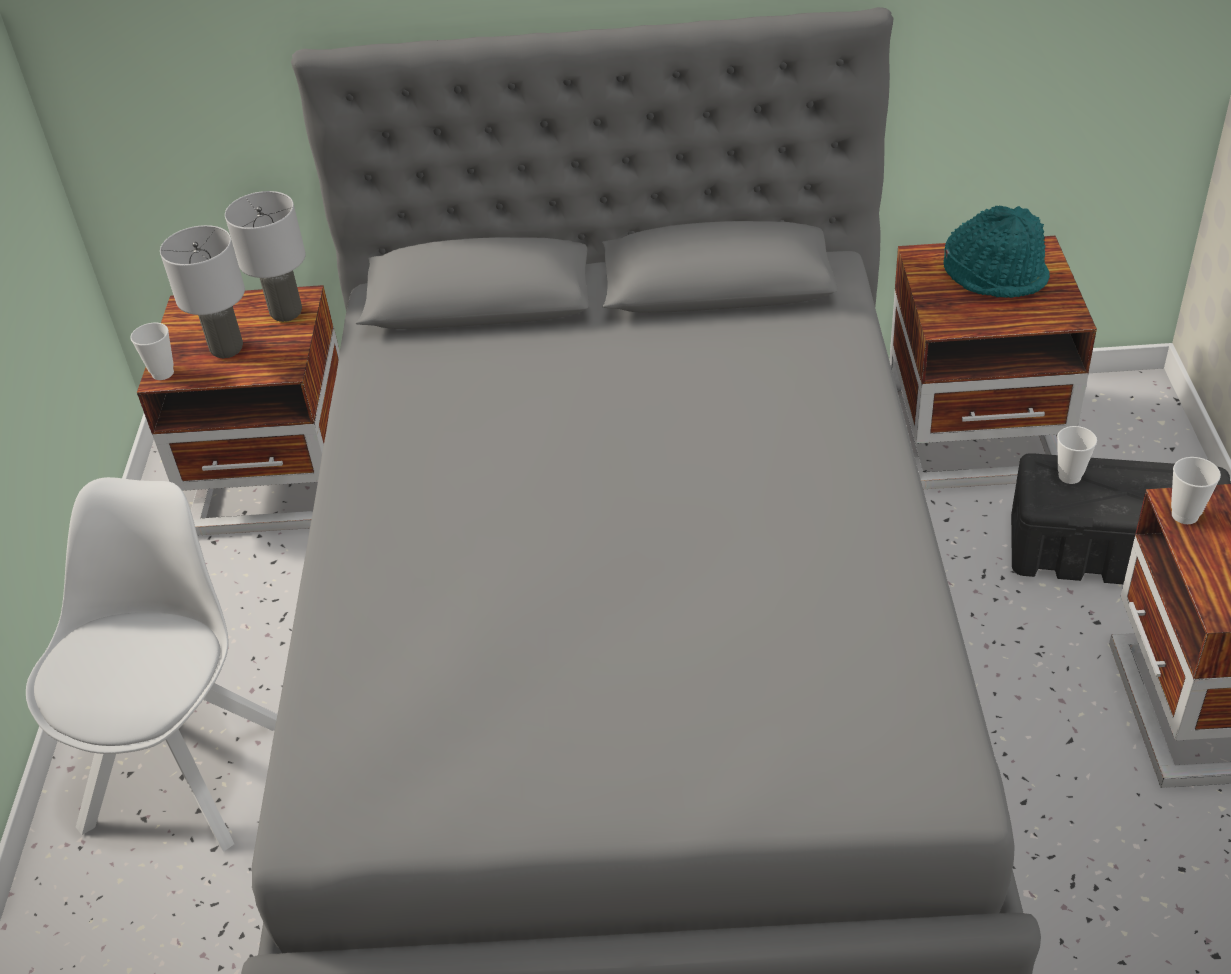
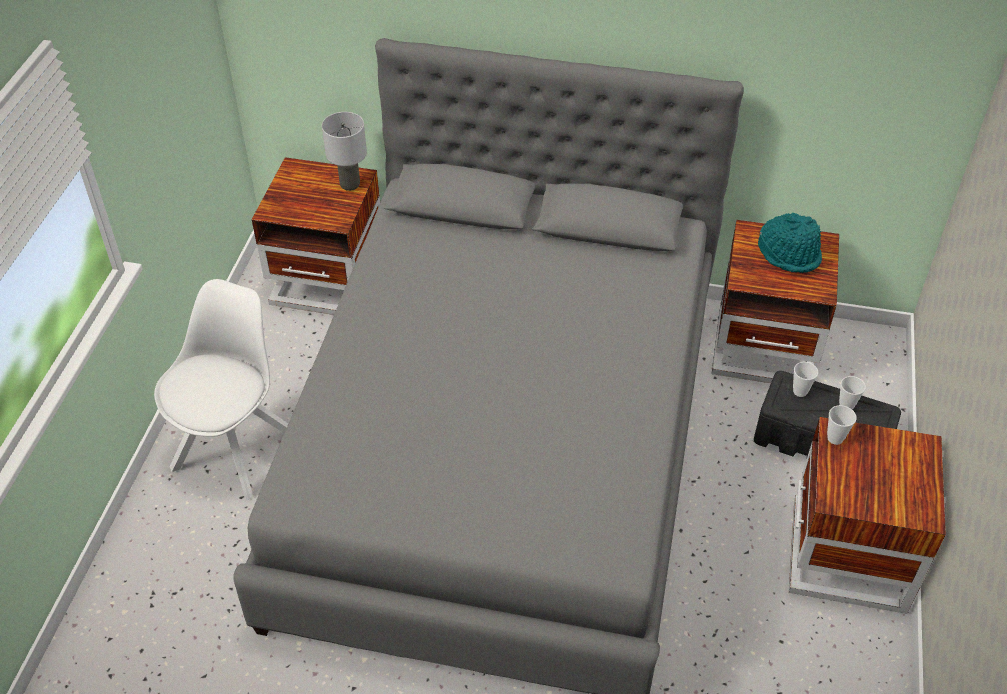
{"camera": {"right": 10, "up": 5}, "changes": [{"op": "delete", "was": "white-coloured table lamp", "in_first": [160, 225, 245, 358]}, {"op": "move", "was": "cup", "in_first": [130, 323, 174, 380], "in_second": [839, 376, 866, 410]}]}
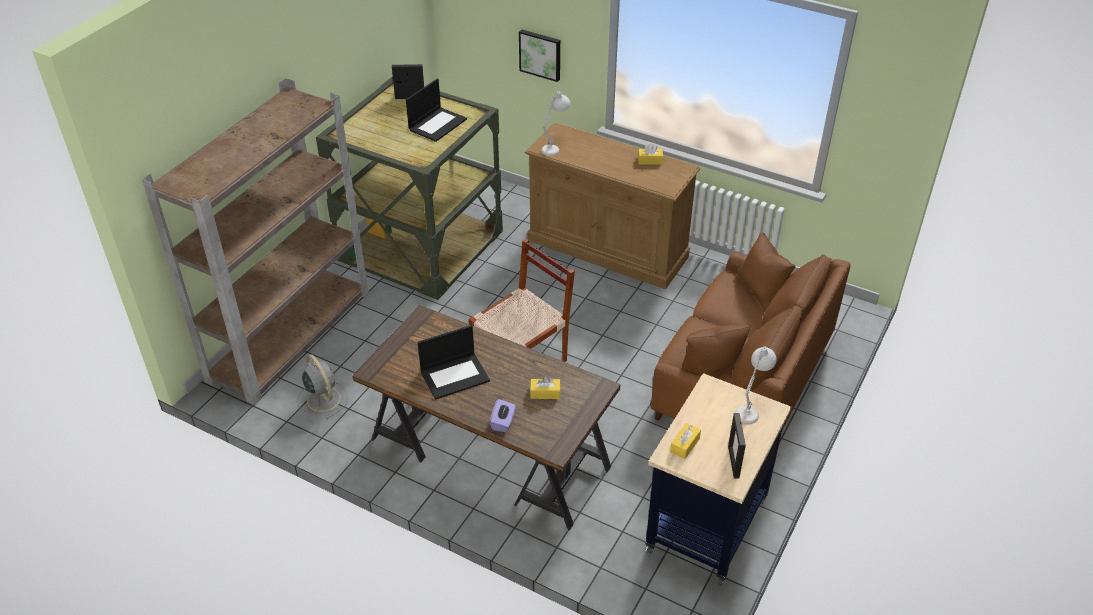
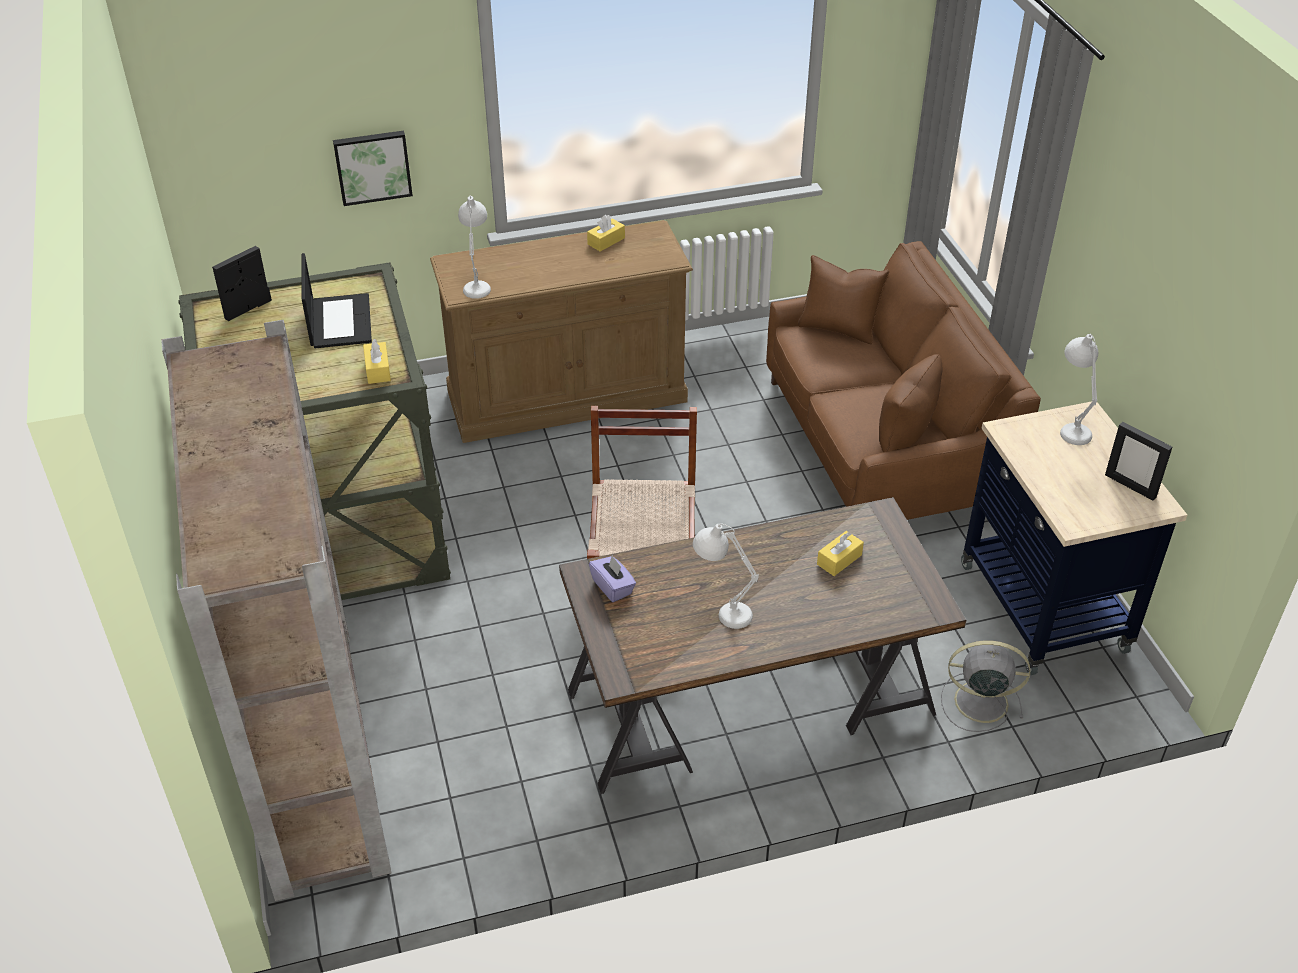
{"camera": {"right": -45, "up": 0}, "changes": [{"op": "replace", "was": "laptop", "now": "white-coloured table lamp", "in_first": [418, 325, 490, 400], "in_second": [693, 524, 759, 629]}, {"op": "move", "was": "greyish cooling fan", "in_first": [297, 354, 348, 419], "in_second": [941, 640, 1030, 732]}, {"op": "move", "was": "purplish tissue holder", "in_first": [490, 399, 516, 433], "in_second": [589, 555, 636, 602]}, {"op": "move", "was": "yellow tissue holder", "in_first": [670, 423, 701, 459], "in_second": [363, 339, 391, 384]}]}
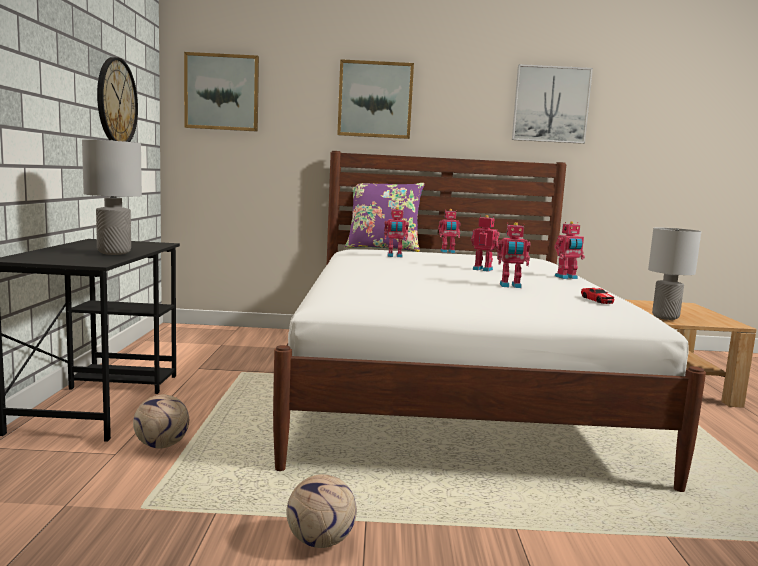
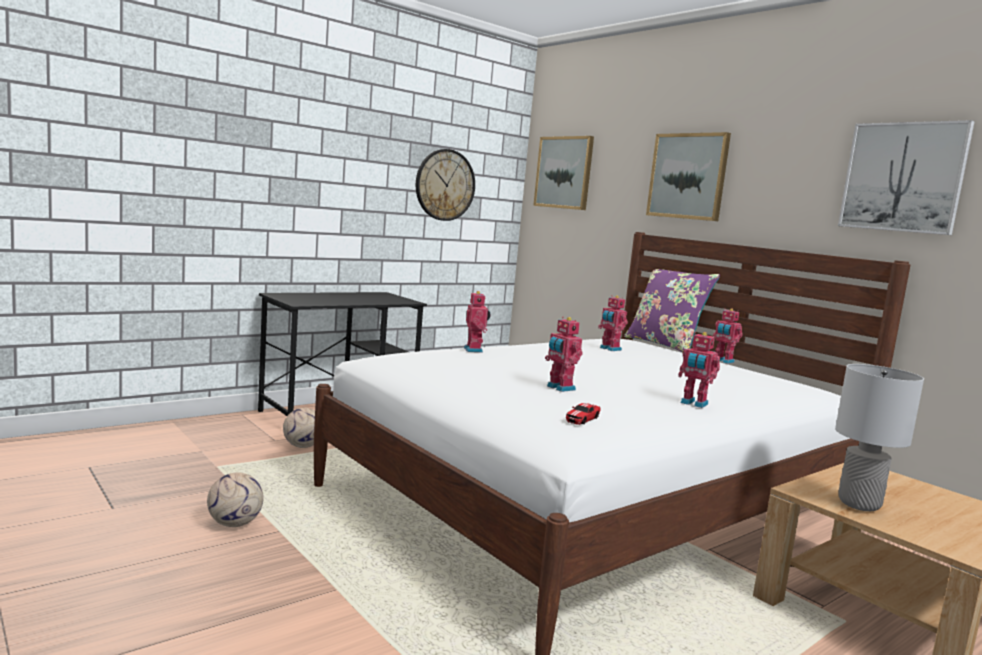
{"camera": {"right": 50, "up": 0}, "changes": [{"op": "delete", "was": "greyish table lamp", "in_first": [82, 139, 142, 255]}, {"op": "move", "was": "robot figure", "in_first": [471, 215, 500, 272], "in_second": [464, 291, 491, 353]}]}
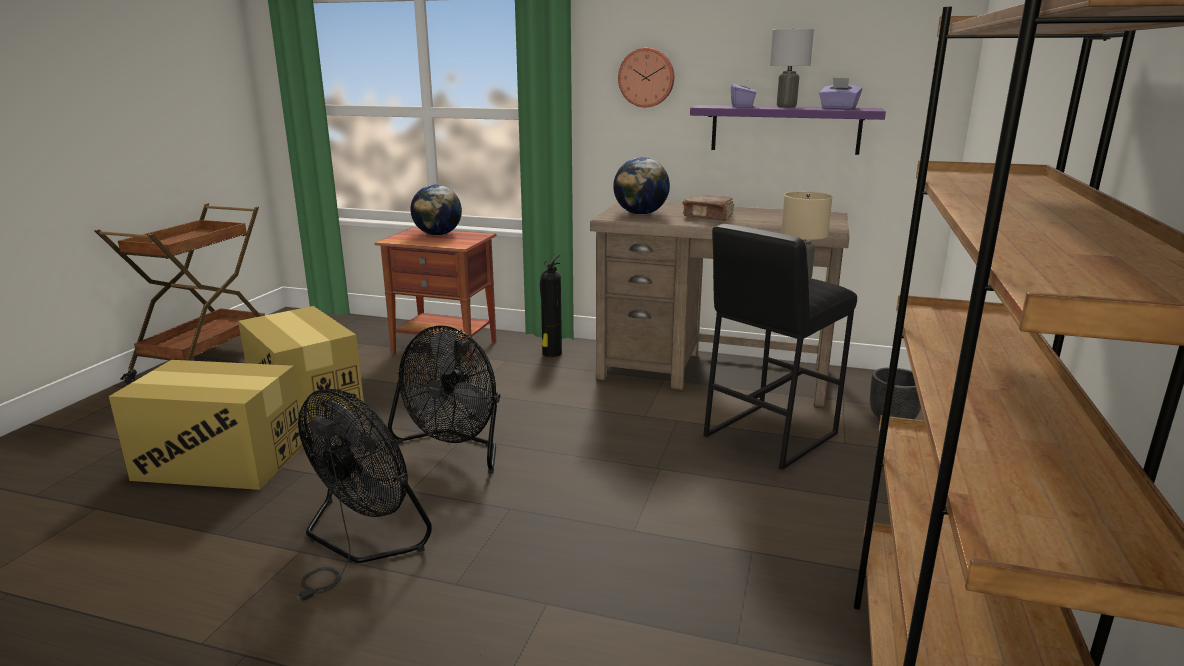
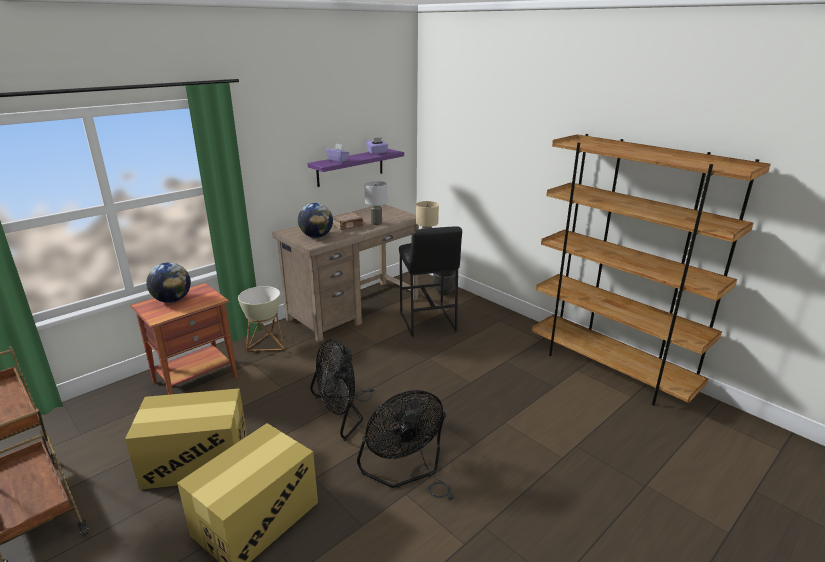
{"camera": {"right": -60, "up": 5}, "changes": [{"op": "move", "was": "white-coloured table lamp", "in_first": [770, 27, 814, 108], "in_second": [364, 181, 387, 225]}, {"op": "delete", "was": "clock on the wall", "in_first": [618, 48, 674, 107]}, {"op": "replace", "was": "fire extinguisher", "now": "plant pot", "in_first": [540, 255, 562, 357], "in_second": [238, 286, 285, 351]}, {"op": "rotate", "was": "blackish cooling fan", "in_first": [388, 325, 500, 474], "in_second": [310, 339, 375, 441], "clockwise": 90}]}
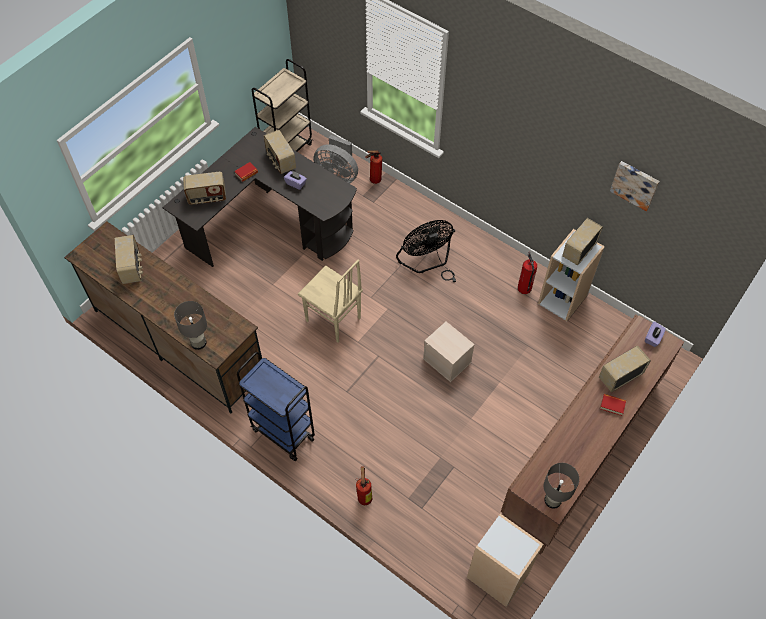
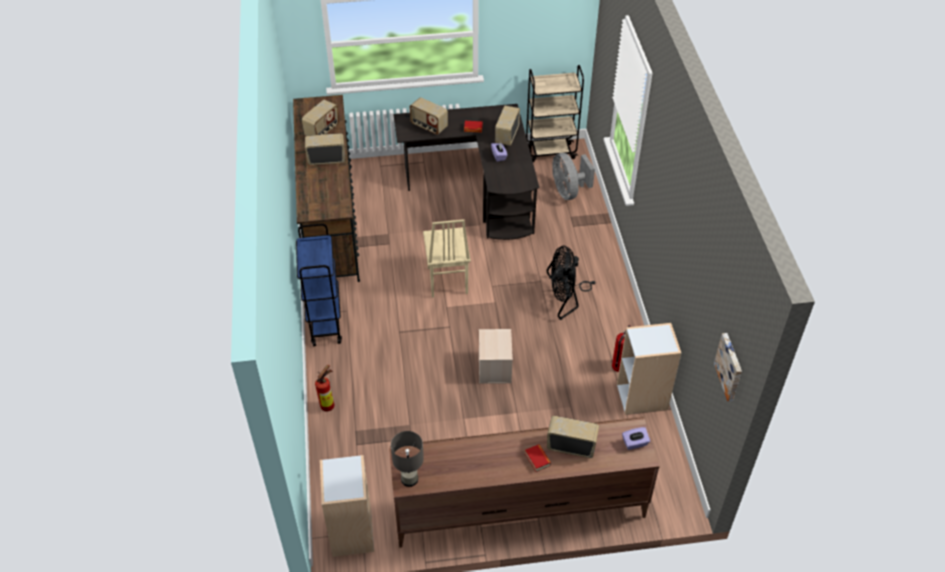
{"camera": {"right": 45, "up": -10}, "changes": [{"op": "delete", "was": "fire extinguisher", "in_first": [365, 150, 382, 184]}, {"op": "move", "was": "wall art", "in_first": [610, 161, 660, 211], "in_second": [714, 333, 742, 401]}, {"op": "move", "was": "radio receiver", "in_first": [562, 218, 603, 265], "in_second": [305, 133, 345, 165]}, {"op": "rotate", "was": "blackish cooling fan", "in_first": [396, 220, 456, 282], "in_second": [547, 246, 596, 320], "clockwise": -120}, {"op": "delete", "was": "greyish table lamp", "in_first": [174, 301, 207, 350]}]}
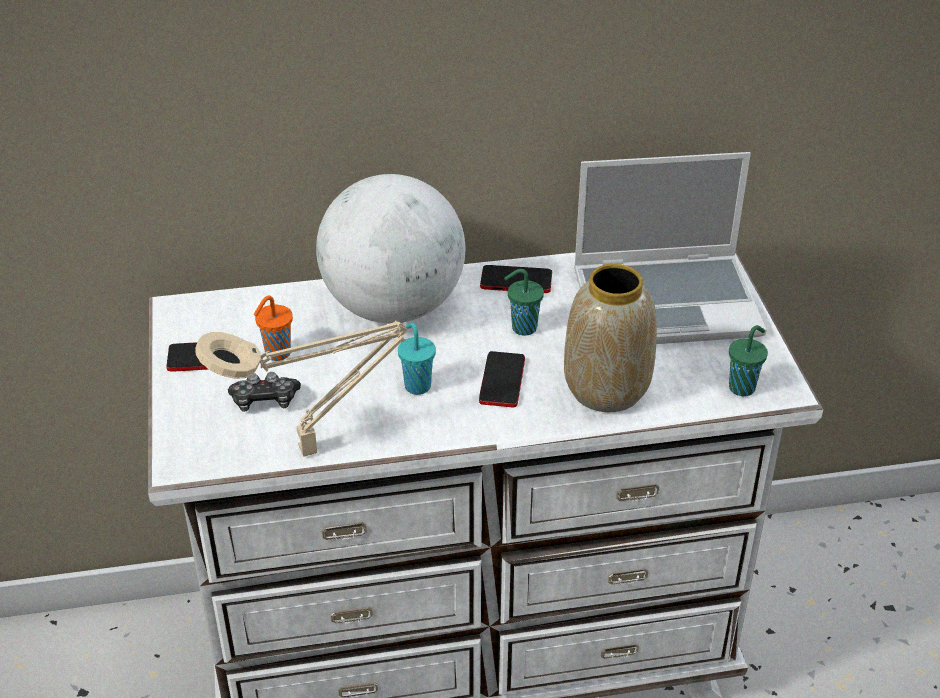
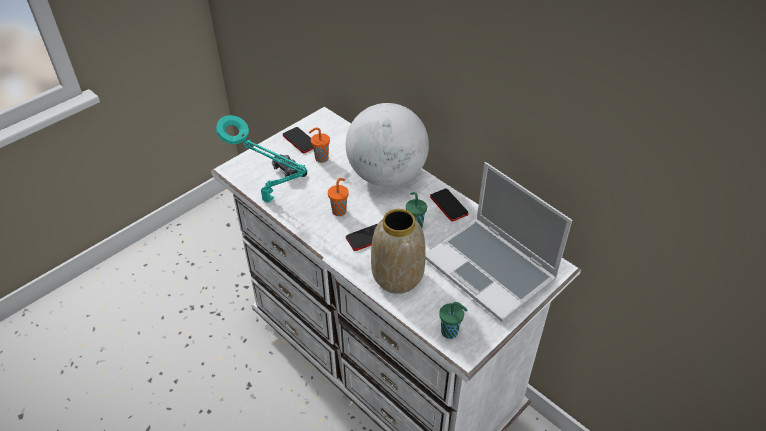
{"camera": {"right": 55, "up": 5}, "changes": [{"op": "recolor", "was": "sand-coloured table lamp", "now": "blue-green table lamp", "in_first": [195, 320, 407, 457], "in_second": [216, 115, 308, 203]}, {"op": "recolor", "was": "blue-green cup", "now": "orange cup", "in_first": [398, 322, 436, 395], "in_second": [328, 178, 349, 216]}]}
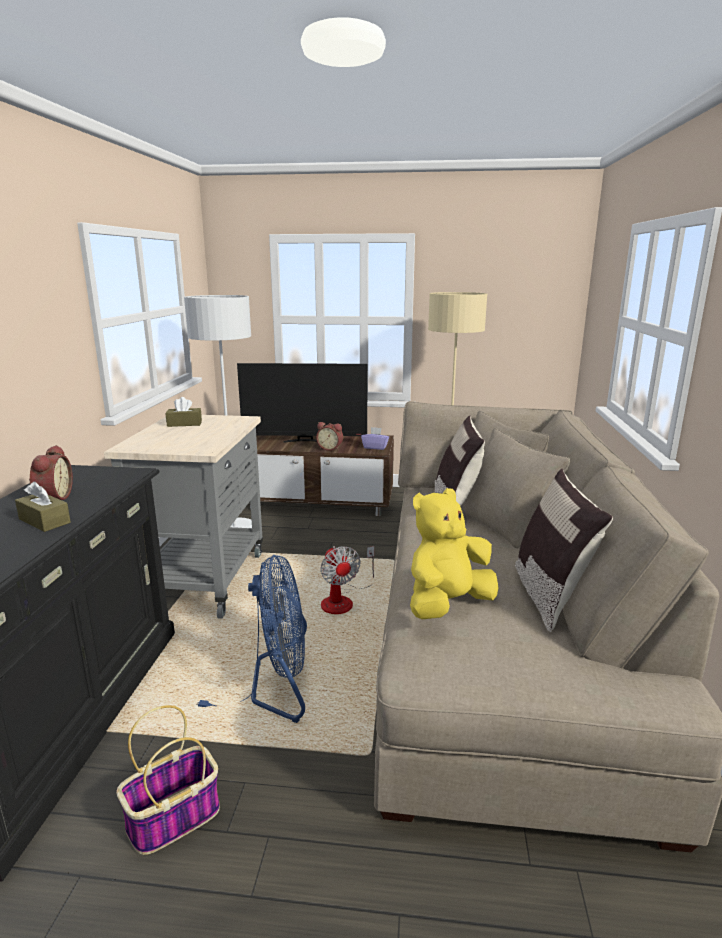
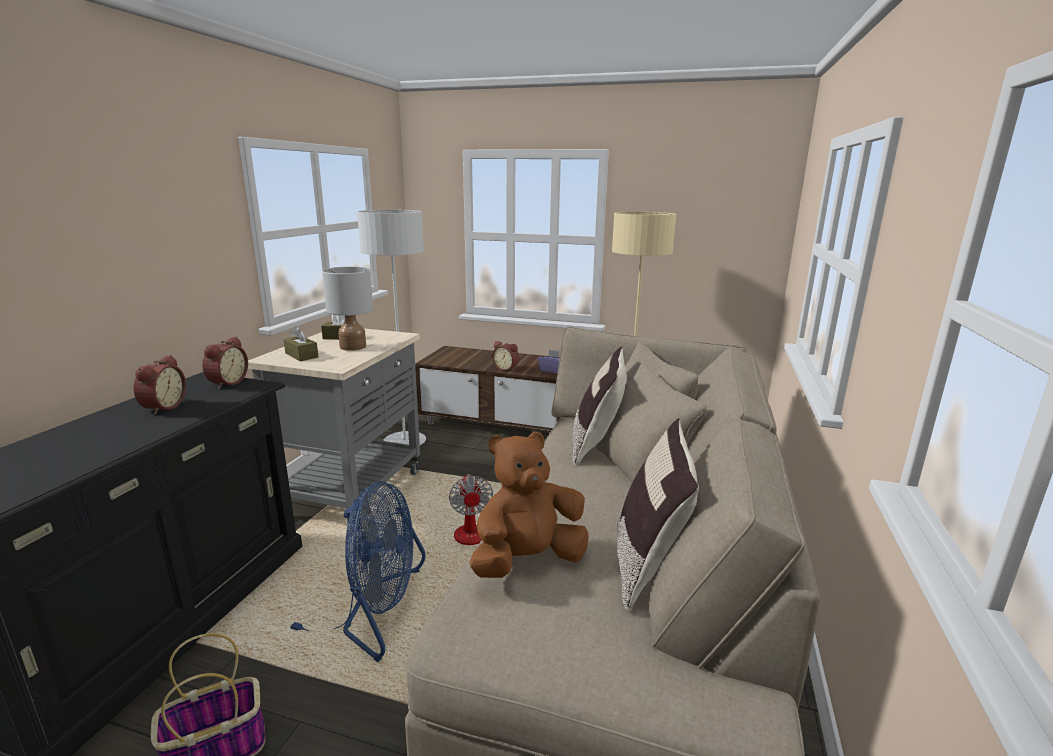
{"camera": {"right": 10, "up": 0}, "changes": [{"op": "delete", "was": "TV", "in_first": [237, 363, 368, 443]}, {"op": "move", "was": "brown tissue holder", "in_first": [15, 481, 71, 532], "in_second": [283, 326, 318, 361]}, {"op": "recolor", "was": "yellow cuddly toy", "now": "brown cuddly toy", "in_first": [410, 488, 499, 620], "in_second": [469, 431, 589, 578]}, {"op": "insert", "now": "greyish table lamp", "in_second": [322, 266, 373, 351]}, {"op": "insert", "now": "alarm clock", "in_second": [202, 336, 248, 389]}]}
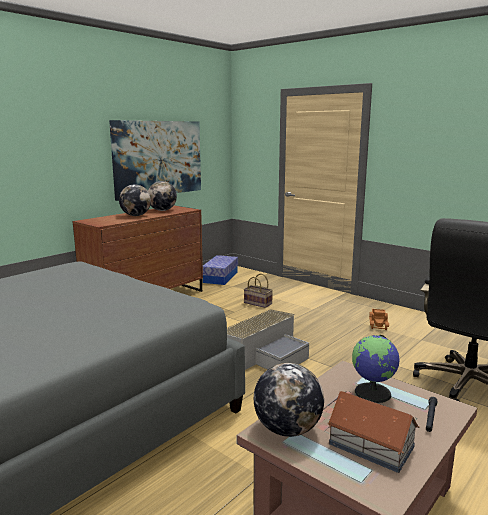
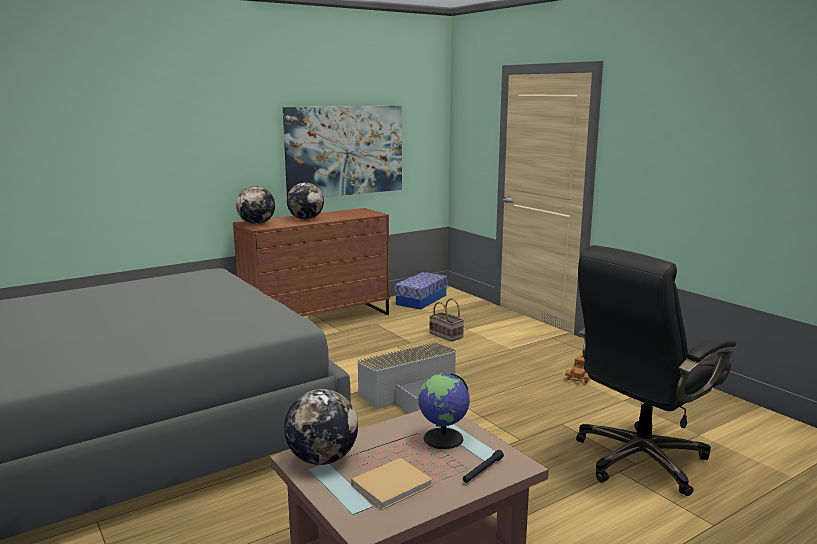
{"camera": {"right": 15, "up": 0}, "changes": [{"op": "move", "was": "desk globe", "in_first": [148, 181, 177, 211], "in_second": [236, 186, 275, 224]}, {"op": "replace", "was": "toy house", "now": "sand-coloured bound book", "in_first": [327, 391, 420, 473], "in_second": [351, 458, 433, 510]}]}
